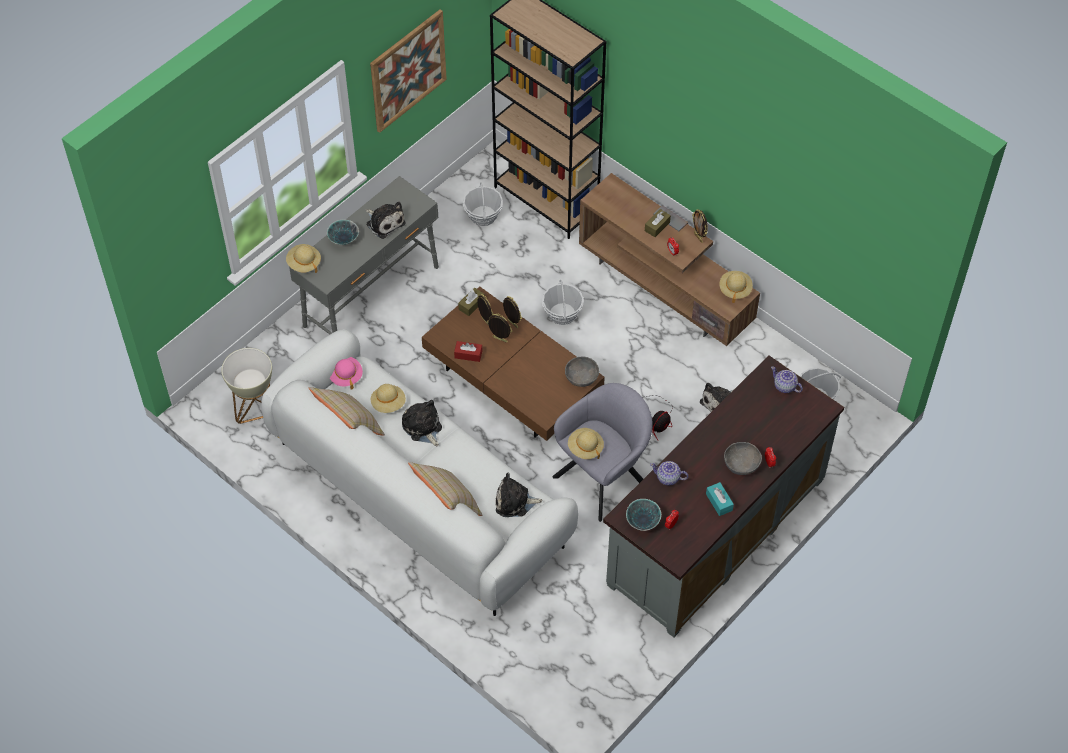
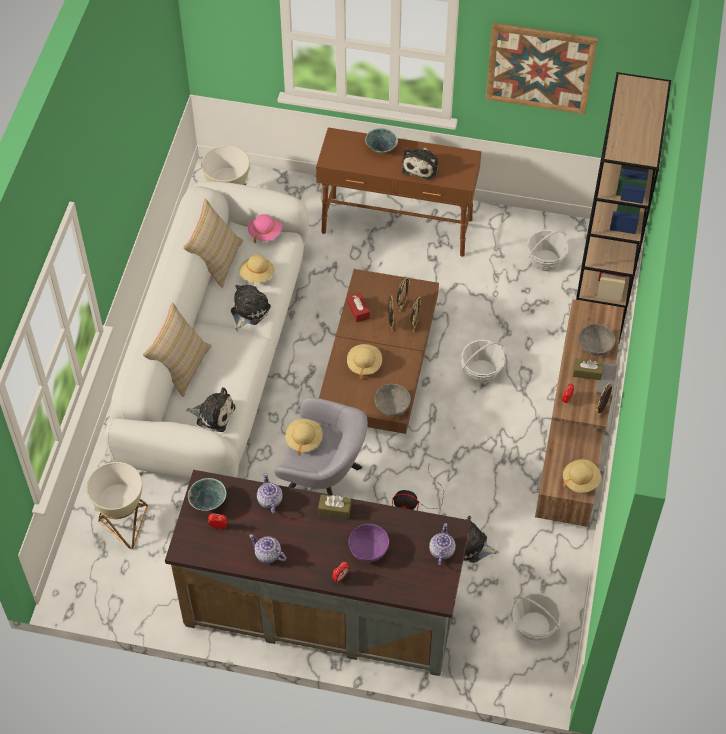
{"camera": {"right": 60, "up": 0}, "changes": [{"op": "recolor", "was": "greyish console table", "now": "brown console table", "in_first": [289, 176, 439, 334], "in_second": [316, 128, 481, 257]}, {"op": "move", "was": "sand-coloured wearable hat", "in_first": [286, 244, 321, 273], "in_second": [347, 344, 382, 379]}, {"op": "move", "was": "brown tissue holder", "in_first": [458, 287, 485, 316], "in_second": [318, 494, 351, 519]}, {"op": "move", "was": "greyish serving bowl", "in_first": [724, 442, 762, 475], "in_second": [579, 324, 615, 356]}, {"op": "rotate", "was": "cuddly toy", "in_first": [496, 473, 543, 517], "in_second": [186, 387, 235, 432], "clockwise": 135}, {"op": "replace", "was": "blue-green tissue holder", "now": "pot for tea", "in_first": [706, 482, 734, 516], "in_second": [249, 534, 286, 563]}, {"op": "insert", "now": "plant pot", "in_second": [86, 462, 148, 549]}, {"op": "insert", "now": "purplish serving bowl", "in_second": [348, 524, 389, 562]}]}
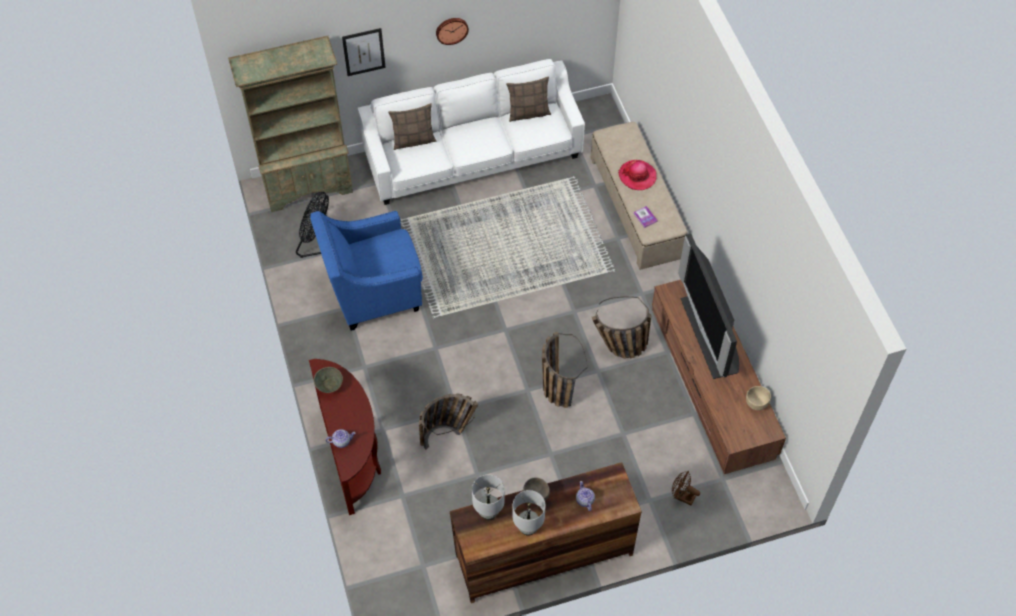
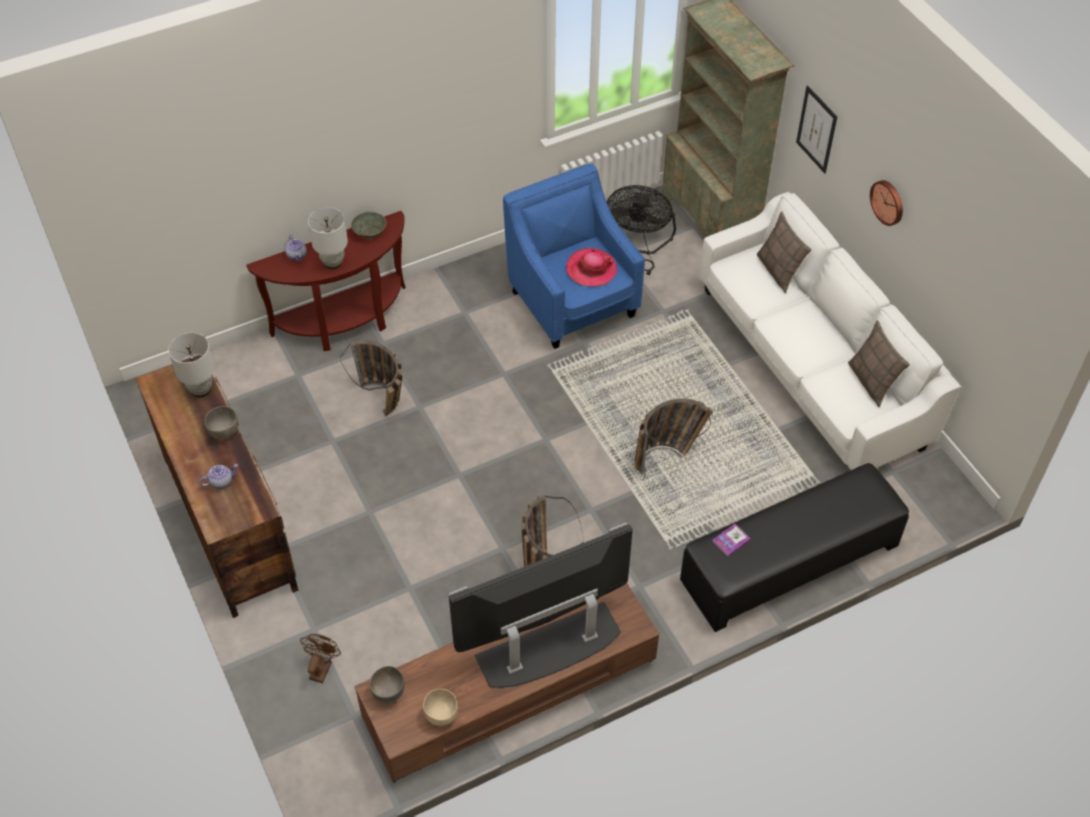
{"camera": {"right": 80, "up": -5}, "changes": [{"op": "recolor", "was": "sand-coloured bench", "now": "blackish bench", "in_first": [591, 122, 687, 270], "in_second": [680, 463, 909, 632]}, {"op": "move", "was": "wearable hat", "in_first": [618, 160, 657, 190], "in_second": [566, 248, 617, 287]}, {"op": "move", "was": "storage basket", "in_first": [542, 332, 587, 408], "in_second": [635, 398, 713, 475]}, {"op": "move", "was": "white-coloured table lamp", "in_first": [513, 490, 545, 536], "in_second": [308, 207, 348, 269]}, {"op": "insert", "now": "greyish serving bowl", "in_second": [370, 666, 405, 703]}]}
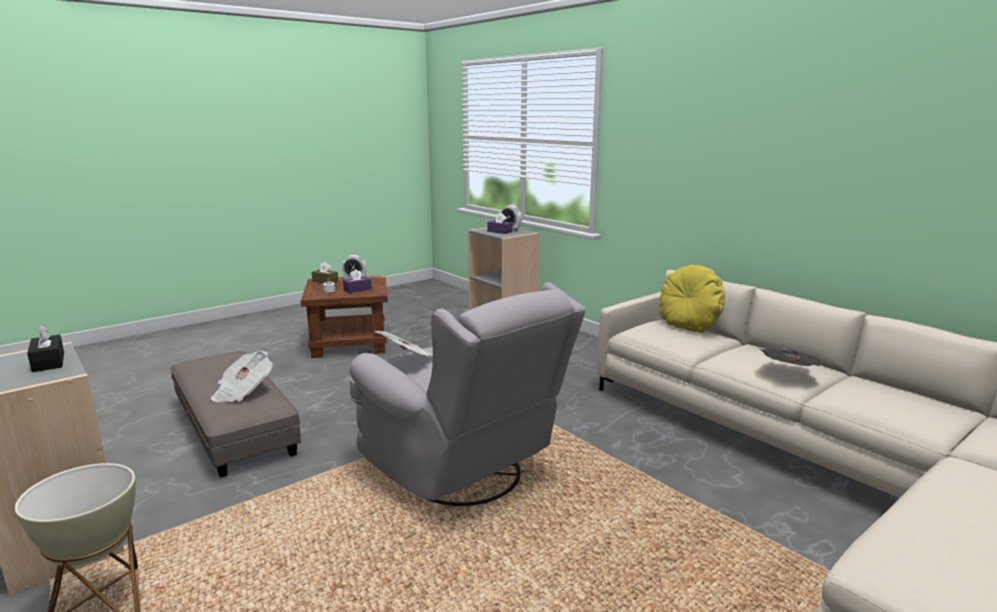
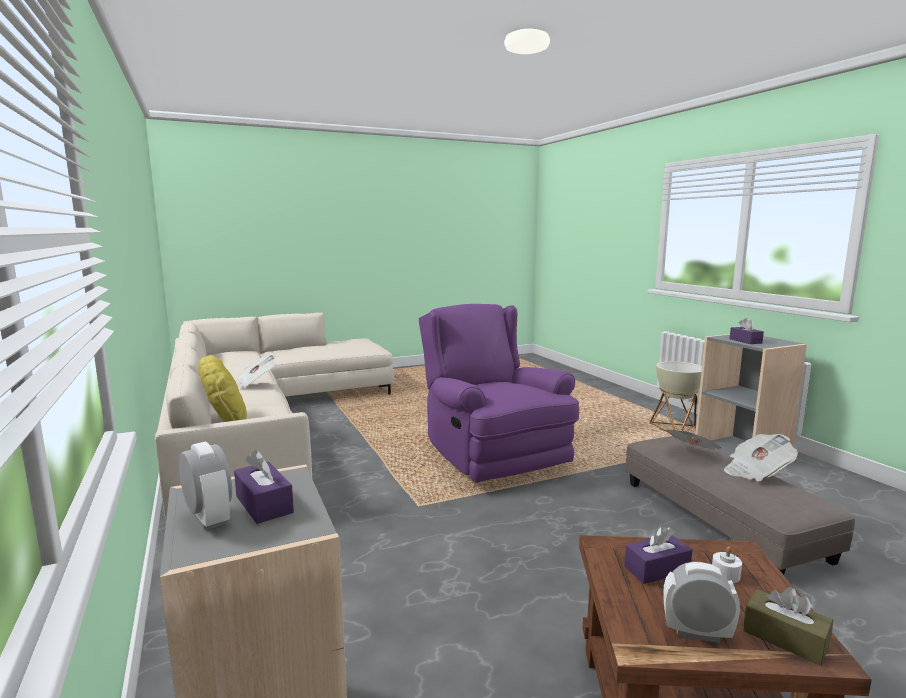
{"camera": {"right": -165, "up": -5}, "changes": [{"op": "recolor", "was": "greyish lounge chair", "now": "purplish lounge chair", "in_first": [350, 282, 586, 506], "in_second": [419, 304, 580, 483]}, {"op": "recolor", "was": "blackish tissue holder", "now": "purplish tissue holder", "in_first": [27, 324, 64, 372], "in_second": [729, 318, 764, 344]}, {"op": "move", "was": "daily paper", "in_first": [374, 331, 433, 357], "in_second": [724, 434, 798, 481]}]}
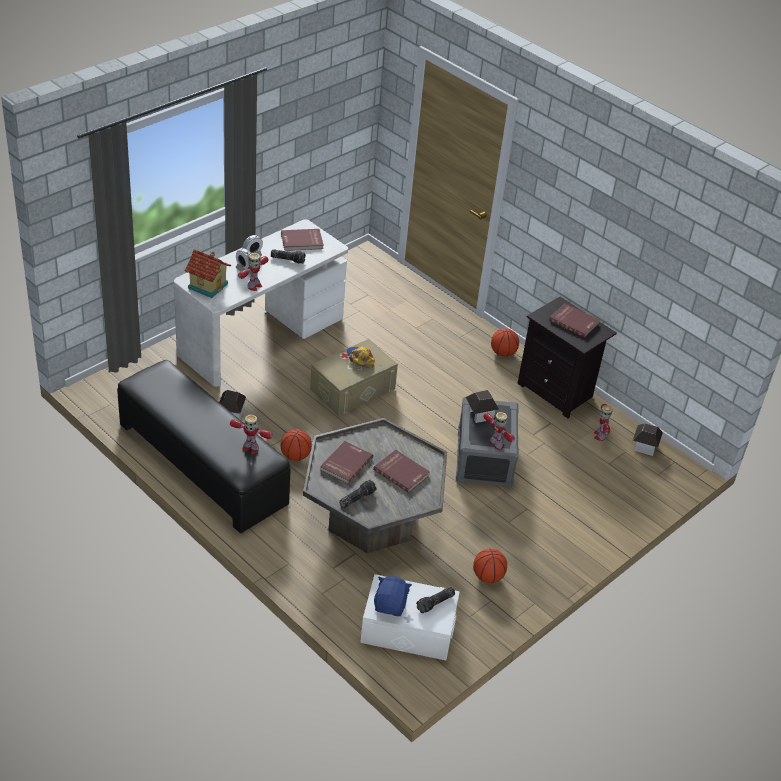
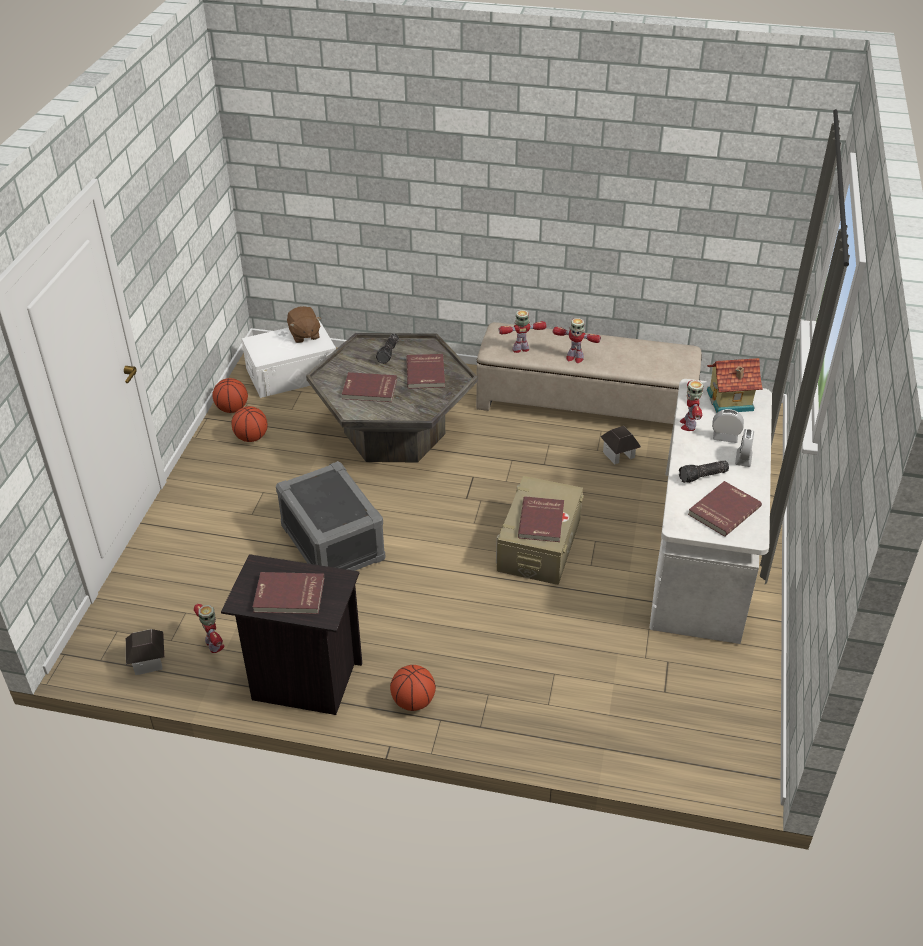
{"camera": {"right": 150, "up": 0}, "changes": [{"op": "replace", "was": "peaked cap", "now": "reddish bound book", "in_first": [347, 346, 375, 367], "in_second": [518, 496, 564, 542]}, {"op": "recolor", "was": "blackish bench", "now": "sand-coloured bench", "in_first": [117, 360, 291, 533], "in_second": [476, 322, 702, 424]}, {"op": "delete", "was": "toy house", "in_first": [466, 390, 499, 423]}, {"op": "move", "was": "robot figure", "in_first": [484, 412, 515, 450], "in_second": [553, 318, 601, 363]}, {"op": "move", "was": "basketball", "in_first": [281, 429, 312, 461], "in_second": [212, 378, 248, 413]}, {"op": "recolor", "was": "bluish cuddly toy", "now": "brown cuddly toy", "in_first": [374, 576, 412, 616], "in_second": [287, 306, 321, 343]}, {"op": "delete", "was": "torch", "in_first": [416, 587, 455, 613]}]}
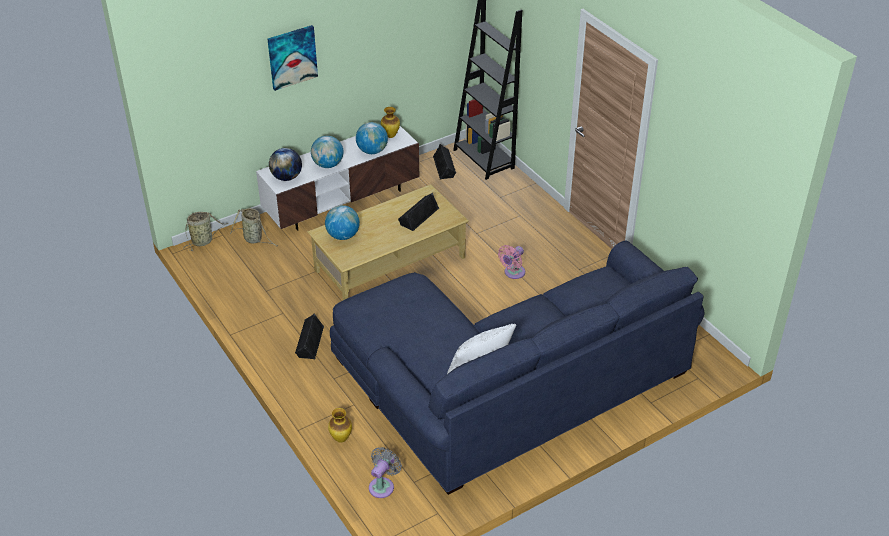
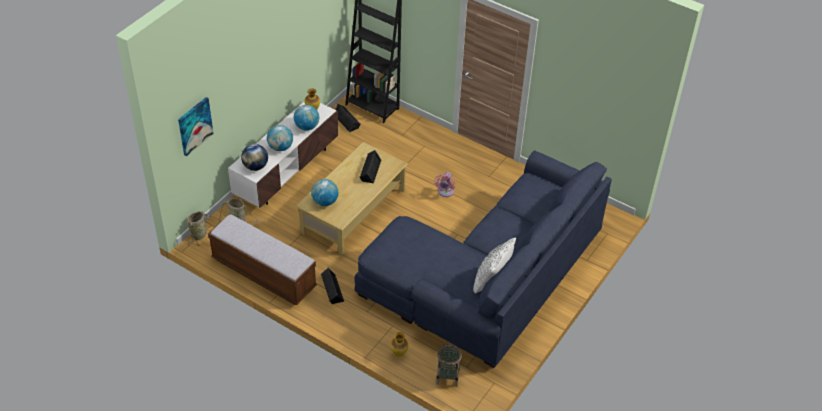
{"camera": {"right": -25, "up": 5}, "changes": [{"op": "move", "was": "wall art", "in_first": [268, 25, 318, 91], "in_second": [178, 97, 214, 156]}, {"op": "replace", "was": "greyish cooling fan", "now": "storage basket", "in_first": [369, 447, 402, 498], "in_second": [436, 344, 462, 387]}, {"op": "insert", "now": "bench", "in_second": [208, 214, 317, 305]}]}
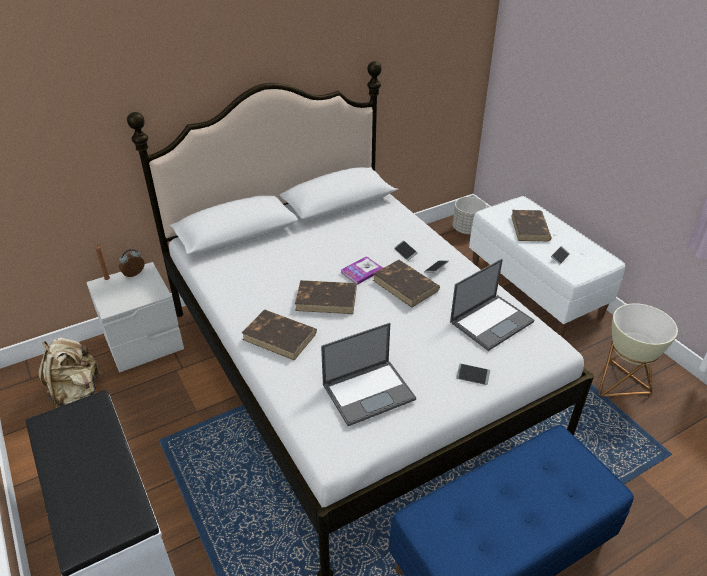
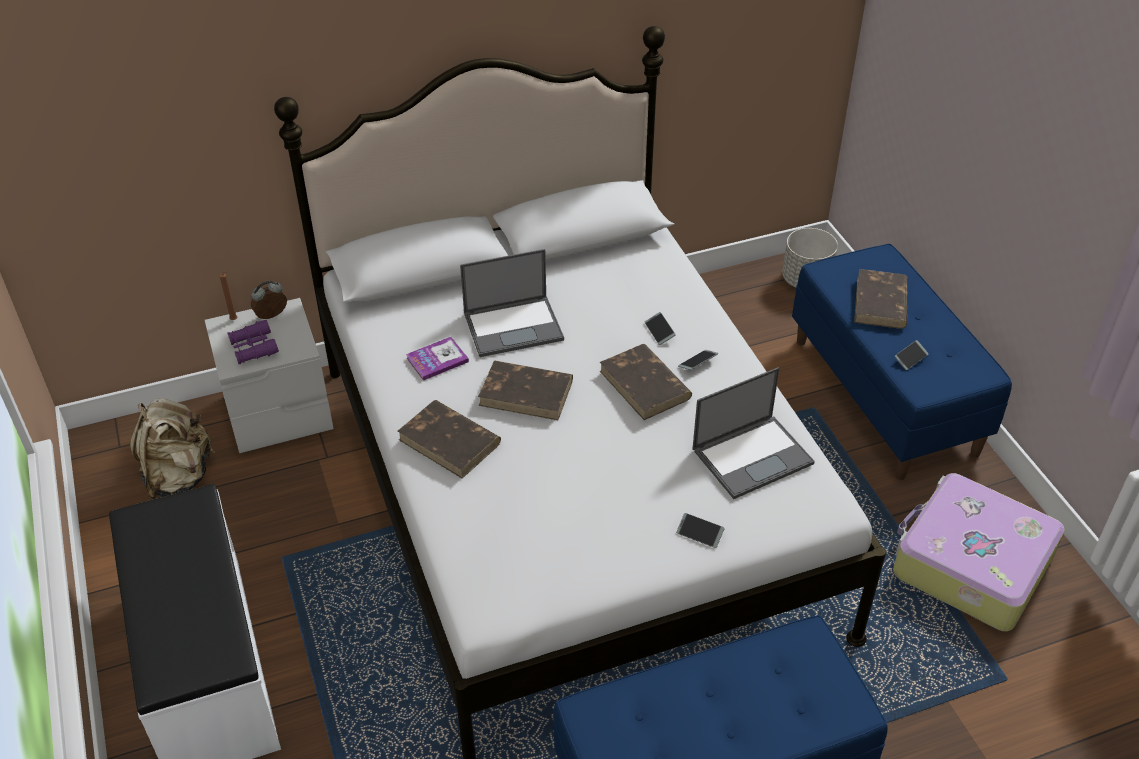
{"camera": {"right": 10, "up": 5}, "changes": [{"op": "recolor", "was": "white-coloured bench", "now": "bluish bench", "in_first": [469, 196, 625, 337], "in_second": [792, 244, 1012, 480]}, {"op": "move", "was": "bound book", "in_first": [341, 256, 383, 285], "in_second": [406, 337, 469, 381]}, {"op": "replace", "was": "plant pot", "now": "suitcase", "in_first": [598, 303, 678, 397], "in_second": [893, 473, 1065, 631]}, {"op": "move", "was": "laptop", "in_first": [321, 323, 416, 426], "in_second": [460, 249, 564, 357]}, {"op": "insert", "now": "purplish pair of binoculars", "in_second": [227, 320, 279, 364]}]}
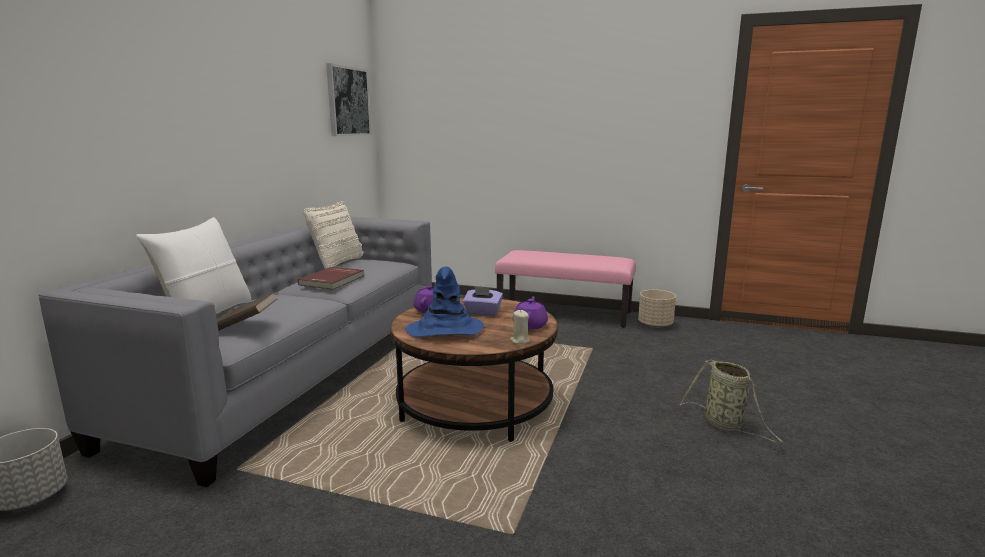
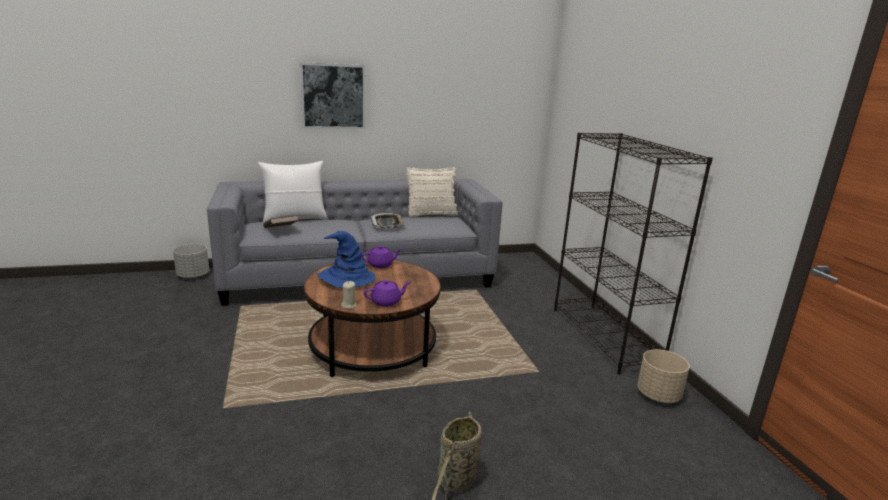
{"camera": {"right": 55, "up": 5}, "changes": [{"op": "move", "was": "wall art", "in_first": [326, 63, 371, 136], "in_second": [300, 62, 365, 129]}, {"op": "replace", "was": "pink bench", "now": "blackish shelving unit", "in_first": [495, 250, 636, 328], "in_second": [554, 132, 713, 375]}, {"op": "replace", "was": "reddish bound book", "now": "serving tray", "in_first": [298, 267, 364, 290], "in_second": [370, 213, 405, 228]}, {"op": "delete", "was": "purplish tissue holder", "in_first": [463, 286, 503, 316]}]}
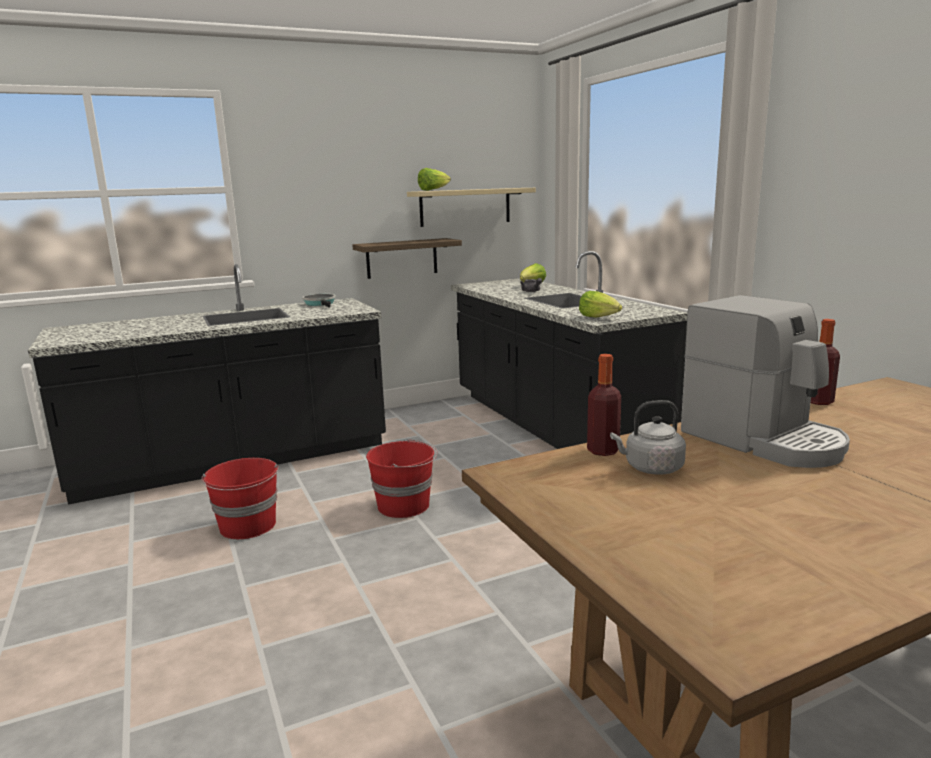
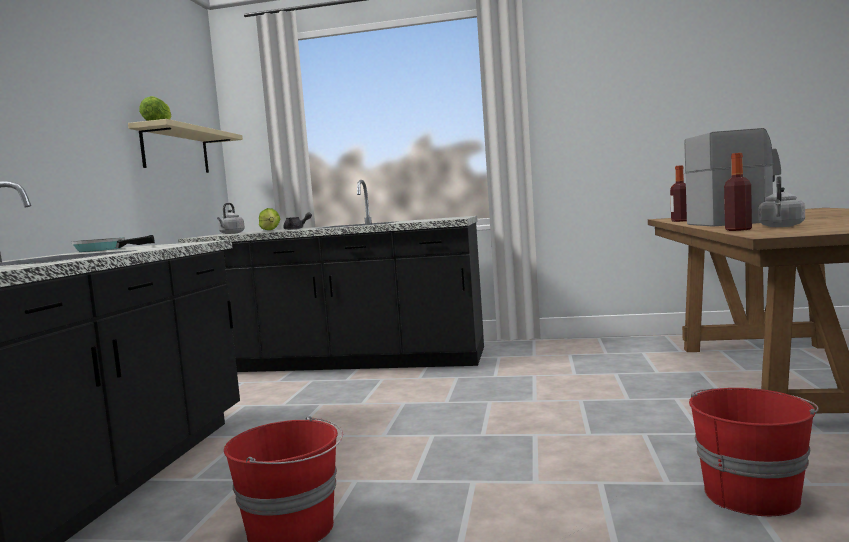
{"camera": {"right": -55, "up": -10}, "changes": [{"op": "delete", "was": "wall shelf", "in_first": [352, 238, 462, 279]}, {"op": "delete", "was": "head of lettuce", "in_first": [579, 291, 622, 318]}, {"op": "move", "was": "reddish bucket", "in_first": [366, 439, 437, 518], "in_second": [689, 388, 819, 516]}, {"op": "insert", "now": "greyish kettle", "in_second": [217, 203, 245, 234]}]}
